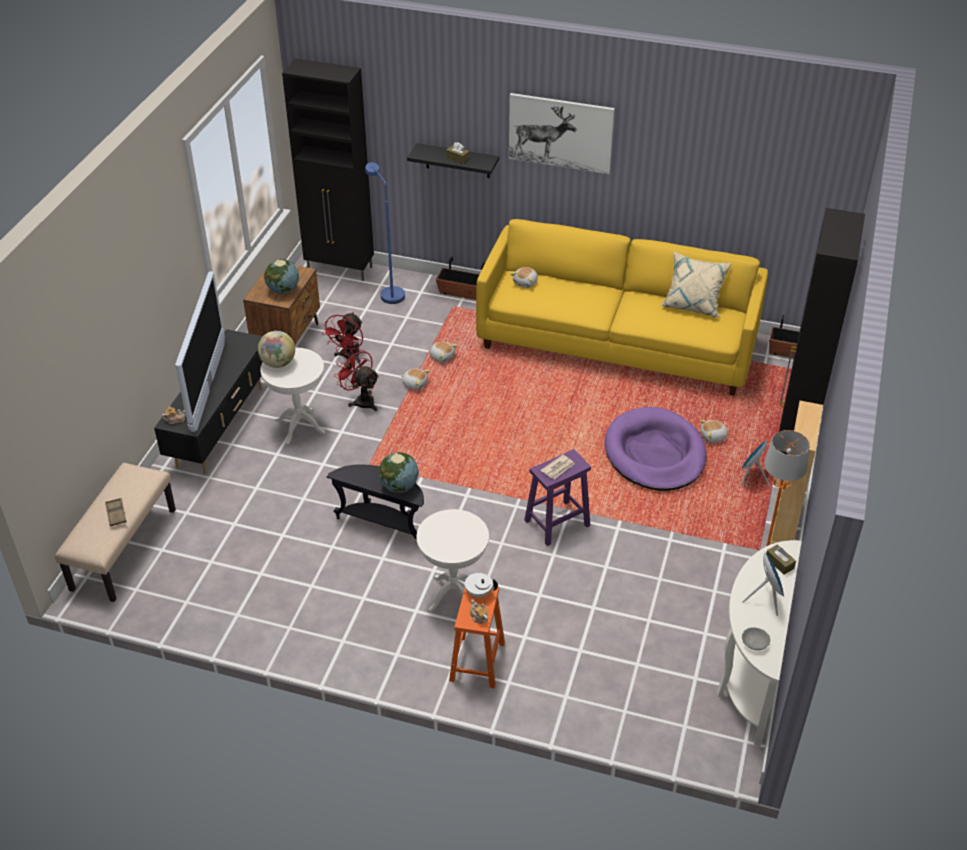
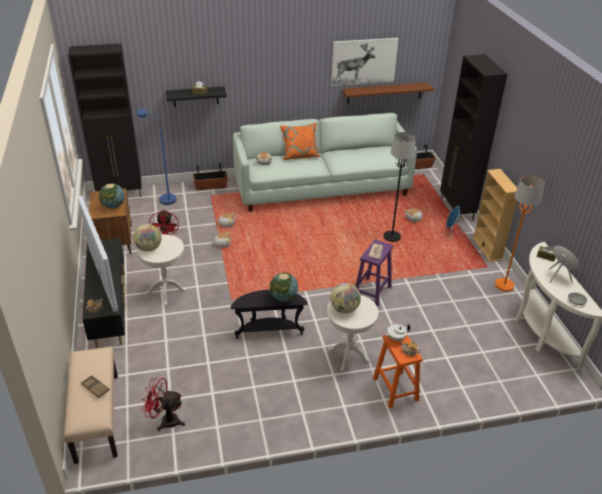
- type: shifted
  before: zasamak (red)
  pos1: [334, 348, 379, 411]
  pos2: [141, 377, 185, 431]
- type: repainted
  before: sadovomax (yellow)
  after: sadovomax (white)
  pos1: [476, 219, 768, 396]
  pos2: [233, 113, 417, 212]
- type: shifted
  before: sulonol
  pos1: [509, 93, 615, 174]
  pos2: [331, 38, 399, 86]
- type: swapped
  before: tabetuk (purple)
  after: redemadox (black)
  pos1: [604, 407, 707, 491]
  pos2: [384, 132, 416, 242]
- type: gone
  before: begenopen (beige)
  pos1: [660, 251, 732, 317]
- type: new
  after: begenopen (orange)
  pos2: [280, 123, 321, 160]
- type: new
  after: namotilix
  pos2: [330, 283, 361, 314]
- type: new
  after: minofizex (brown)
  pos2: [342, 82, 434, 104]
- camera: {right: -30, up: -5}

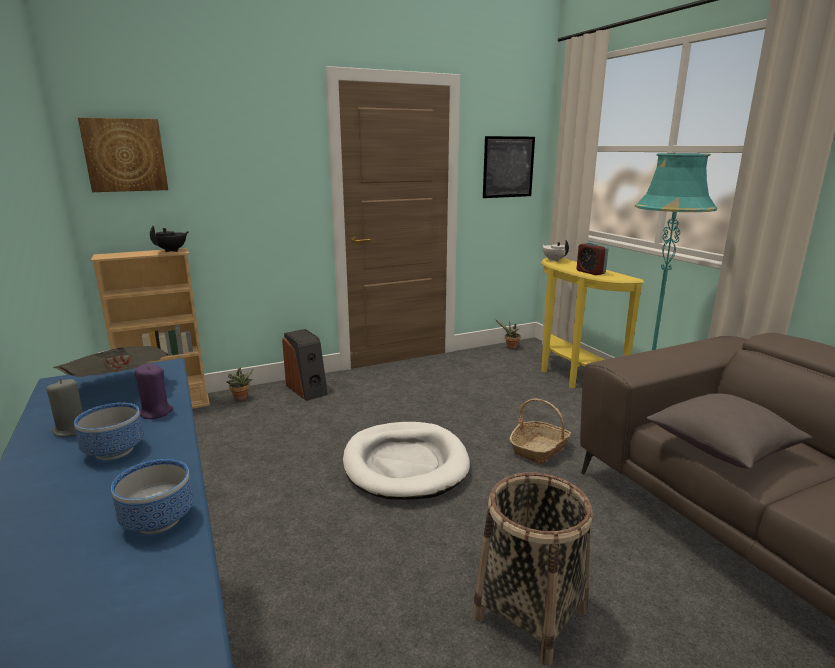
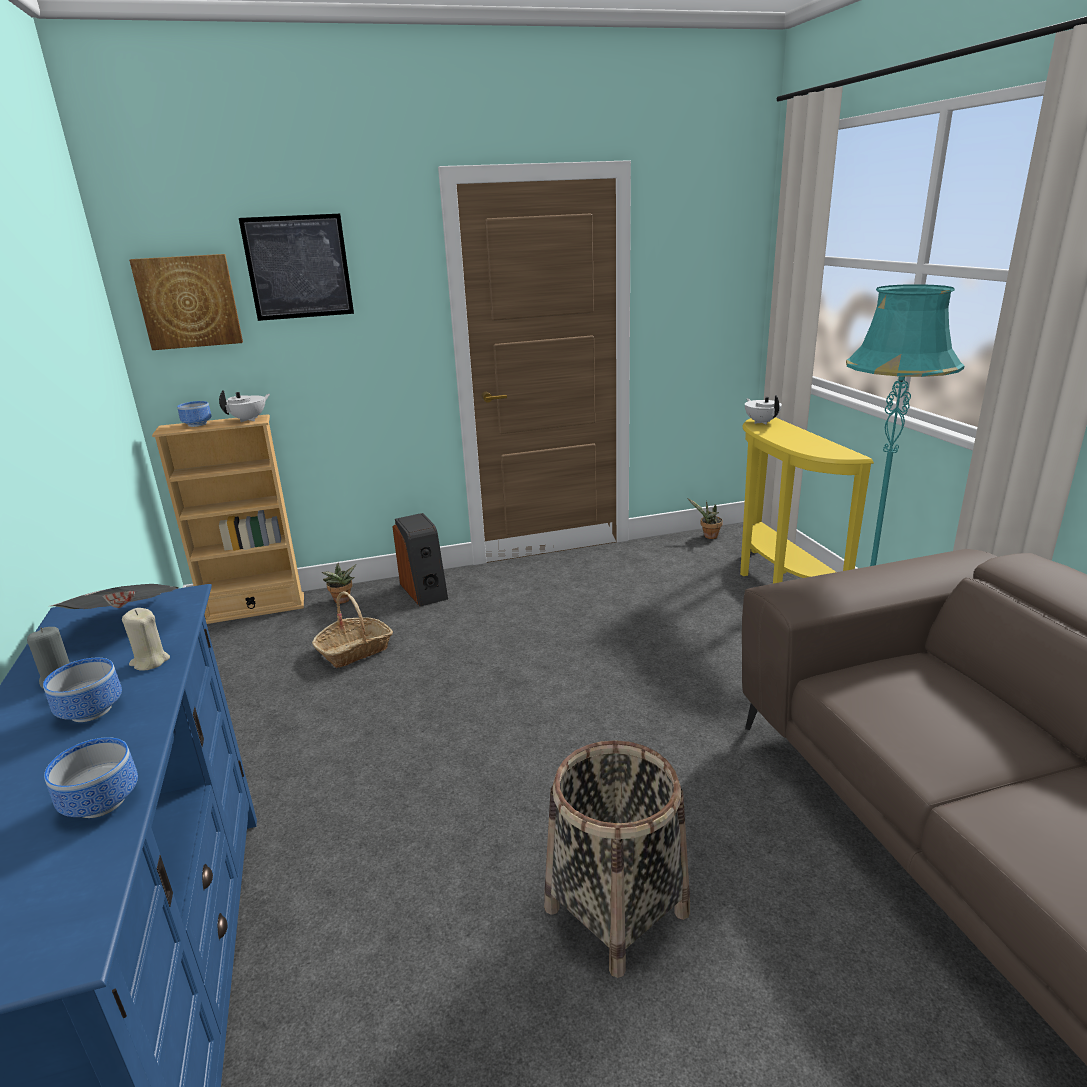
- type: repainted
  before: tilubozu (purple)
  after: tilubozu (beige)
  pos1: [134, 364, 173, 419]
  pos2: [122, 608, 170, 671]
- type: repainted
  before: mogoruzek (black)
  after: mogoruzek (white)
  pos1: [150, 225, 188, 252]
  pos2: [219, 390, 270, 422]
- type: gone
  before: tabetuk (white)
  pos1: [343, 422, 470, 500]
- type: shifted
  before: sulonol
  pos1: [483, 136, 535, 198]
  pos2: [239, 214, 354, 321]
- type: shifted
  before: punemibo
  pos1: [509, 398, 571, 464]
  pos2: [312, 591, 393, 668]
- type: gone
  before: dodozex
  pos1: [576, 242, 608, 275]
- type: gone
  before: begenopen (grey)
  pos1: [646, 393, 812, 469]
- type: new
  after: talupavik
  pos2: [177, 401, 212, 427]
- camera: {right: 10, up: 5}

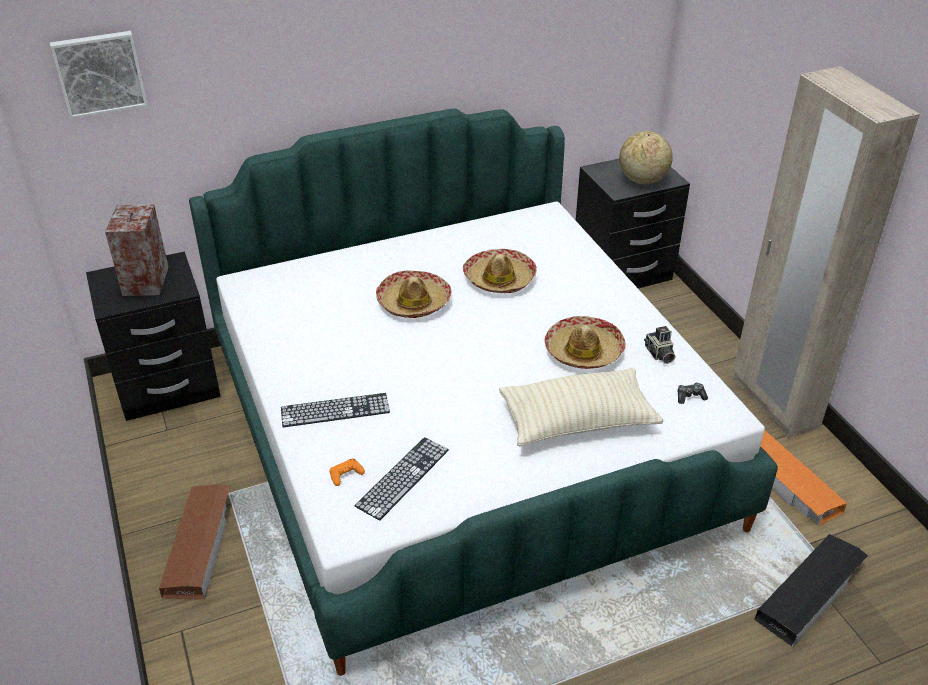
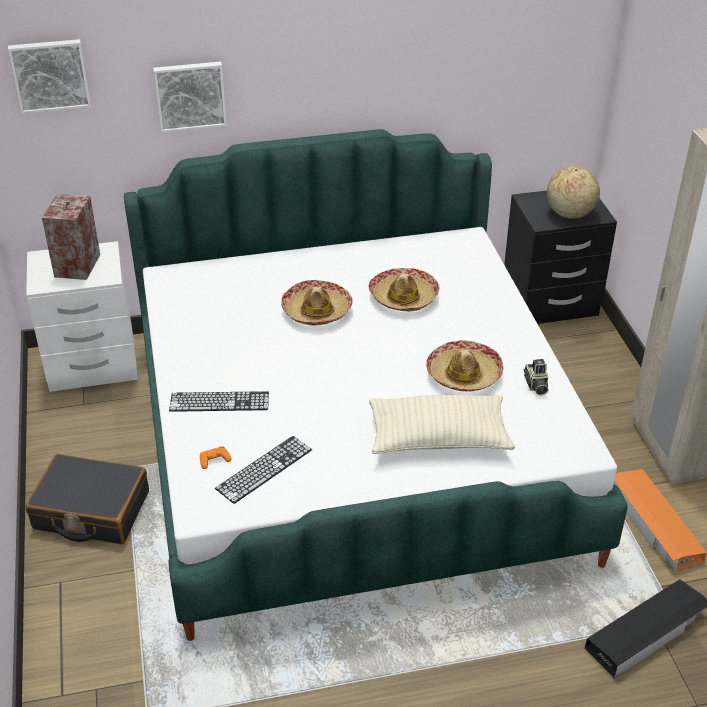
- type: repainted
  before: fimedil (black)
  after: fimedil (white)
  pos1: [86, 251, 221, 421]
  pos2: [26, 241, 138, 392]
- type: swapped
  before: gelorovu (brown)
  after: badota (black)
  pos1: [159, 484, 230, 600]
  pos2: [26, 454, 149, 544]
- type: gone
  before: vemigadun
  pos1: [678, 383, 708, 404]
- type: new
  after: sulonol
  pos2: [153, 62, 227, 133]
- camera: {right: 10, up: 0}

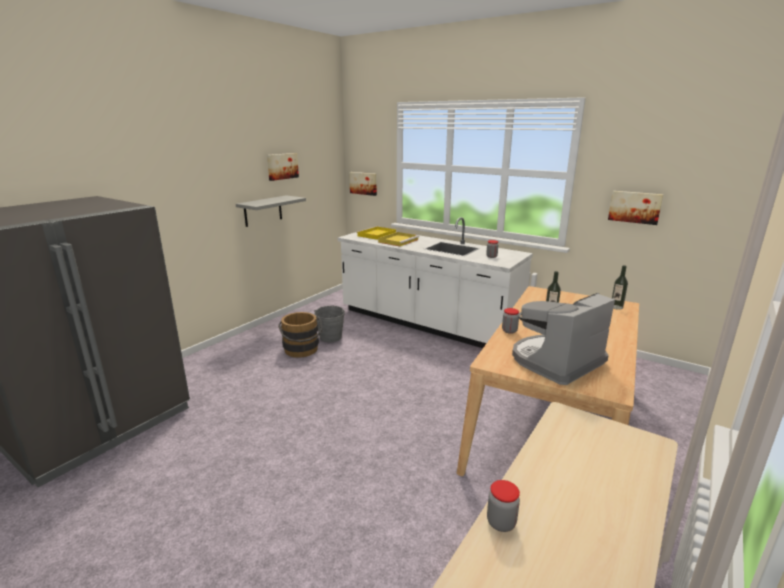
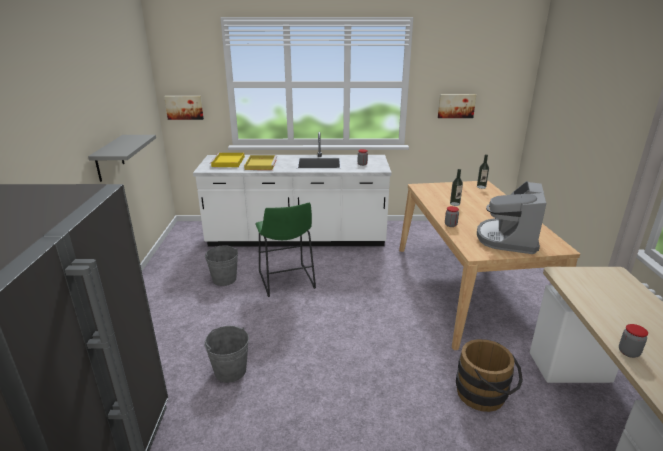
- type: gone
  before: sulonol
  pos1: [267, 153, 299, 181]
- type: shifted
  before: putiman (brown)
  pos1: [278, 312, 323, 358]
  pos2: [456, 339, 523, 412]
- type: new
  after: putiman (grey)
  pos2: [204, 326, 249, 383]
- type: new
  after: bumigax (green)
  pos2: [256, 202, 316, 297]
- camera: {right: -35, up: 5}

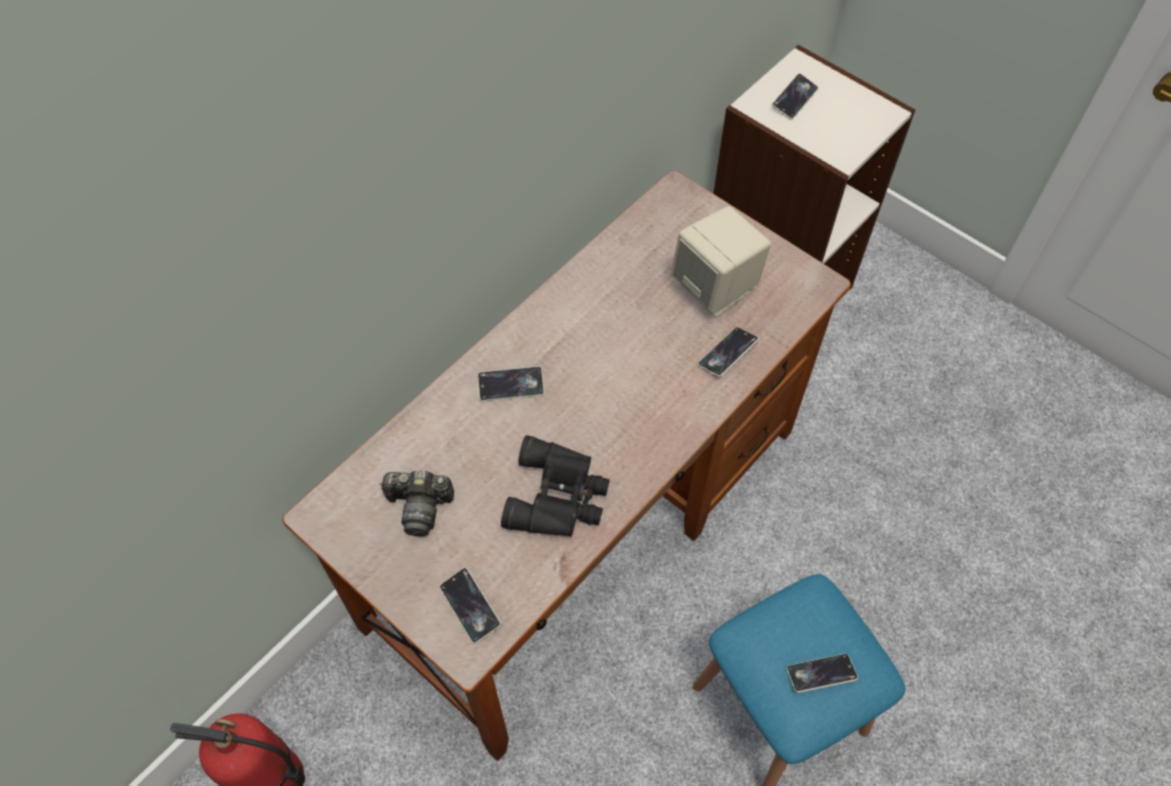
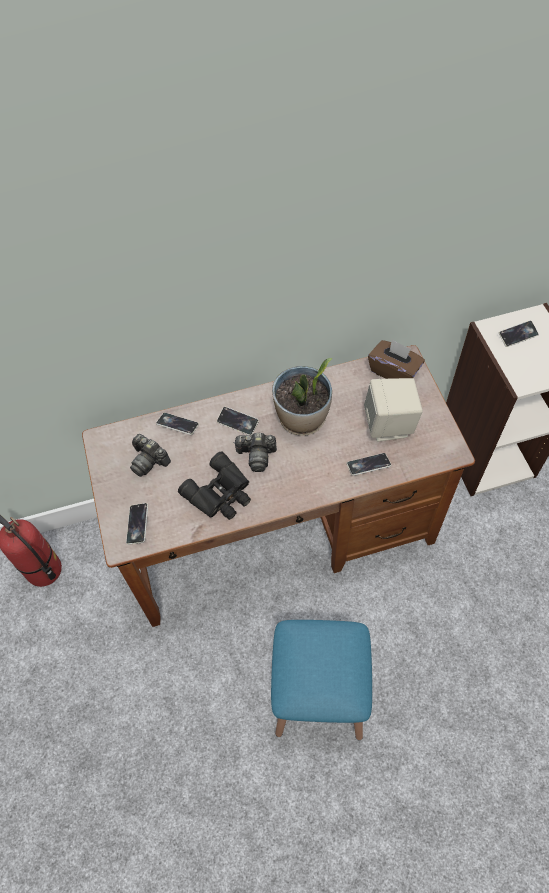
- type: shifted
  before: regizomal
  pos1: [786, 654, 858, 693]
  pos2: [156, 413, 199, 435]
- type: new
  after: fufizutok
  pos2: [234, 433, 277, 472]
- type: new
  after: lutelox
  pos2: [272, 358, 332, 436]
- type: new
  after: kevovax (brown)
  pos2: [368, 339, 425, 379]
- camera: {right: 35, up: 0}

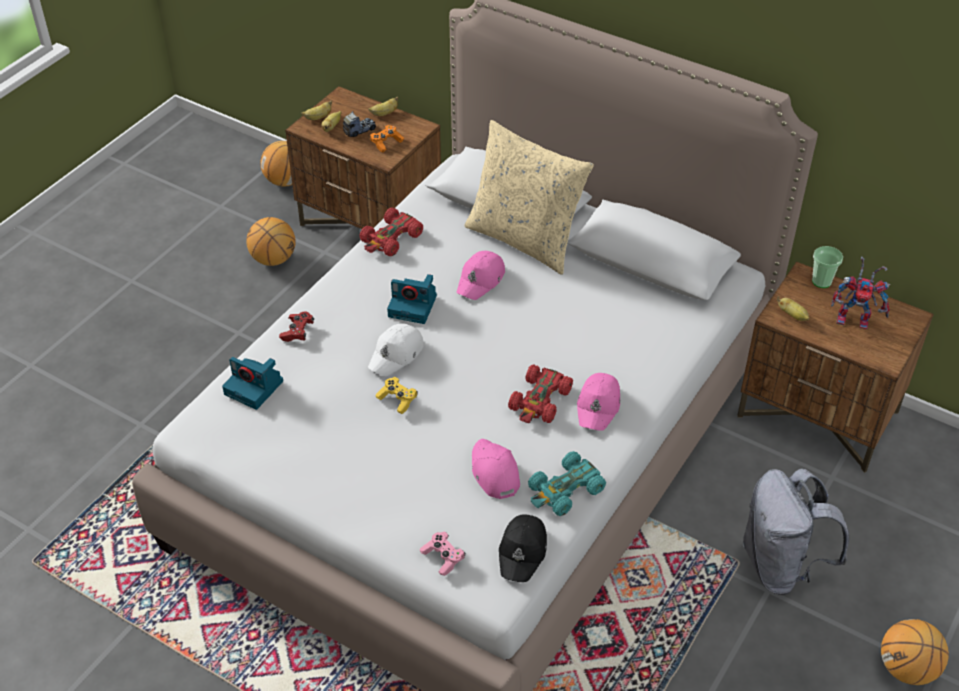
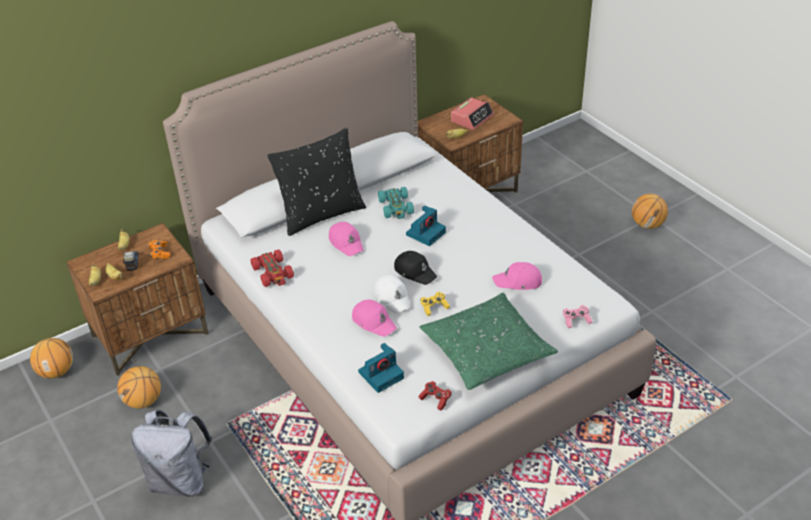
- type: shifted
  before: vemigadun (red)
  pos1: [279, 311, 314, 342]
  pos2: [418, 381, 452, 410]
- type: shifted
  before: fufizutok
  pos1: [387, 274, 437, 324]
  pos2: [406, 206, 446, 246]
- type: repainted
  before: begenopen (beige)
  after: begenopen (black)
  pos1: [464, 120, 594, 275]
  pos2: [267, 128, 366, 236]
- type: shifted
  before: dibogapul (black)
  pos1: [499, 515, 547, 582]
  pos2: [394, 251, 437, 285]
- type: gone
  before: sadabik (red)
  pos1: [508, 364, 573, 423]
- type: shifted
  before: sadabik (turquoise)
  pos1: [528, 451, 606, 516]
  pos2: [378, 187, 414, 219]
- type: shifted
  before: dibogapul (pink)
  pos1: [577, 373, 620, 431]
  pos2: [352, 300, 397, 337]
- type: shifted
  before: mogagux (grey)
  pos1: [742, 468, 849, 595]
  pos2: [132, 410, 213, 496]
- type: gone
  before: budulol
  pos1: [812, 246, 843, 288]
- type: swapped
  before: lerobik
  after: dodozex
  pos1: [831, 256, 891, 329]
  pos2: [451, 97, 494, 130]
- type: new
  after: begenopen (green)
  pos2: [420, 293, 558, 390]
- camera: {right: -65, up: -5}

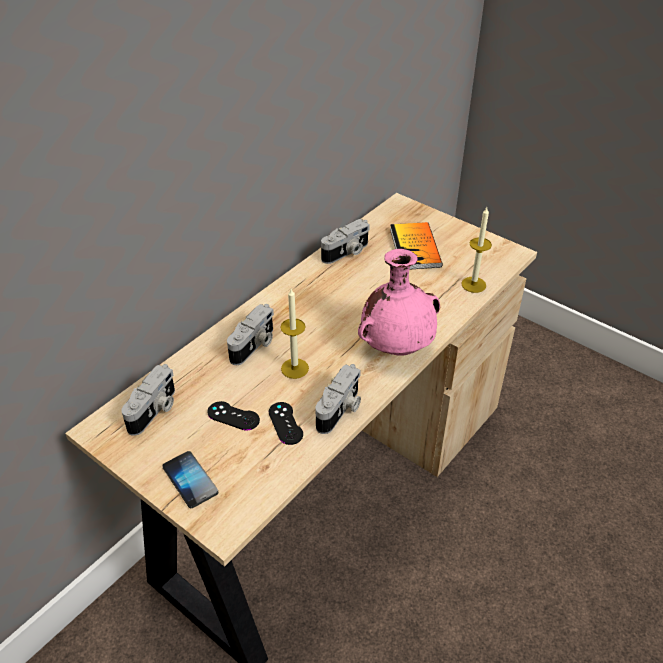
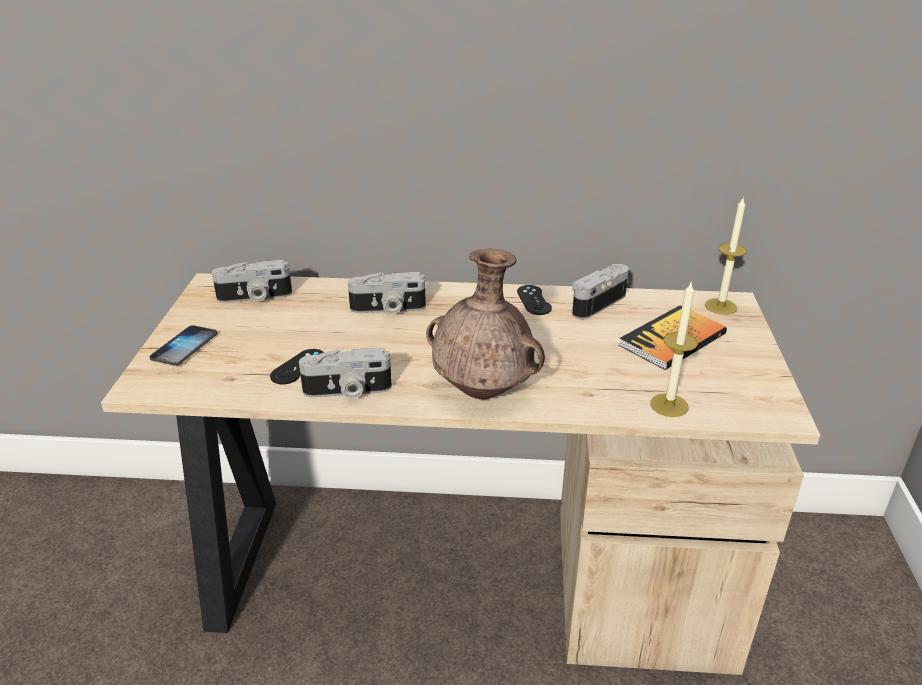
- type: shifted
  before: vemigadun (black)
  pos1: [207, 401, 260, 430]
  pos2: [517, 285, 552, 315]
- type: shifted
  before: tilubozu
  pos1: [280, 289, 309, 379]
  pos2: [705, 196, 747, 315]
- type: rotated
  before: fufizutok
  pos1: [321, 219, 370, 264]
  pos2: [572, 264, 629, 319]
  turn: 120
- type: repainted
  before: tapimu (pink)
  after: tapimu (brown)
  pos1: [358, 249, 440, 356]
  pos2: [426, 249, 545, 399]
- camera: {right: 55, up: -10}

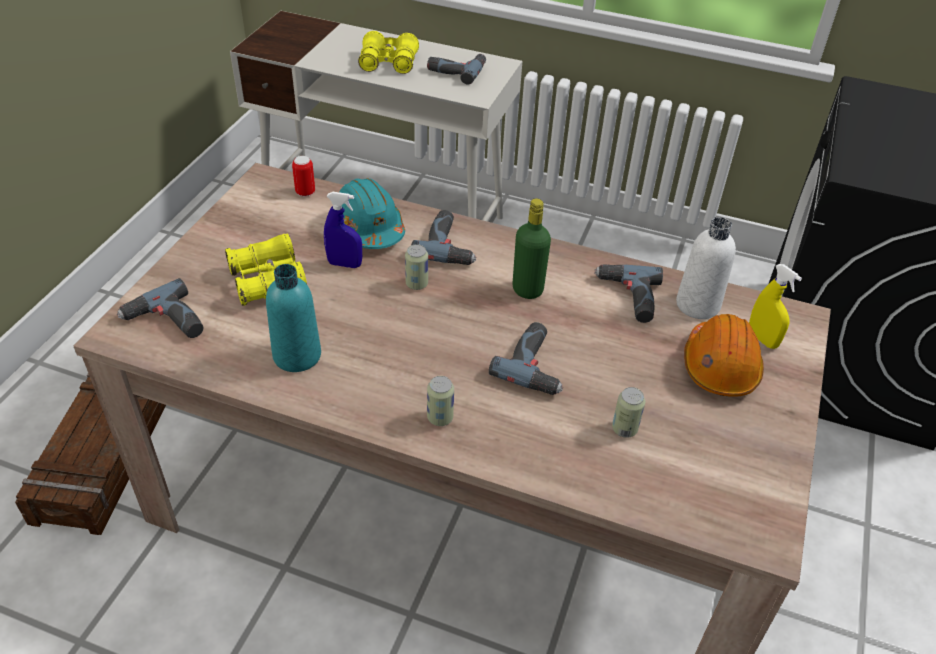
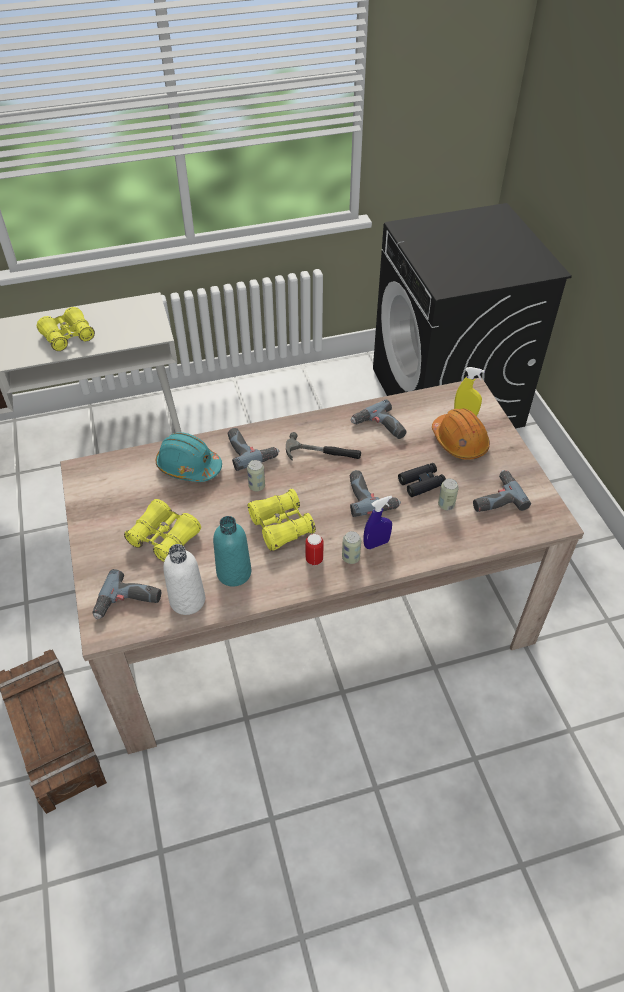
- type: shifted
  before: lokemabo
  pos1: [292, 156, 315, 197]
  pos2: [305, 534, 324, 565]
- type: shifted
  before: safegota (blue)
  pos1: [324, 192, 362, 268]
  pos2: [364, 496, 392, 549]
- type: shifted
  before: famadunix
  pos1: [427, 54, 486, 85]
  pos2: [473, 470, 531, 512]
- type: swapped
  before: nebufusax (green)
  after: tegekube
  pos1: [512, 198, 551, 299]
  pos2: [286, 432, 361, 461]
- type: shifted
  before: nebufusax (white)
  pos1: [676, 217, 736, 319]
  pos2: [163, 544, 205, 615]
- type: new
  after: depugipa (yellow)
  pos2: [248, 489, 316, 551]
- type: new
  after: depugipa (black)
  pos2: [398, 463, 446, 497]
- camera: {right: -35, up: 5}

